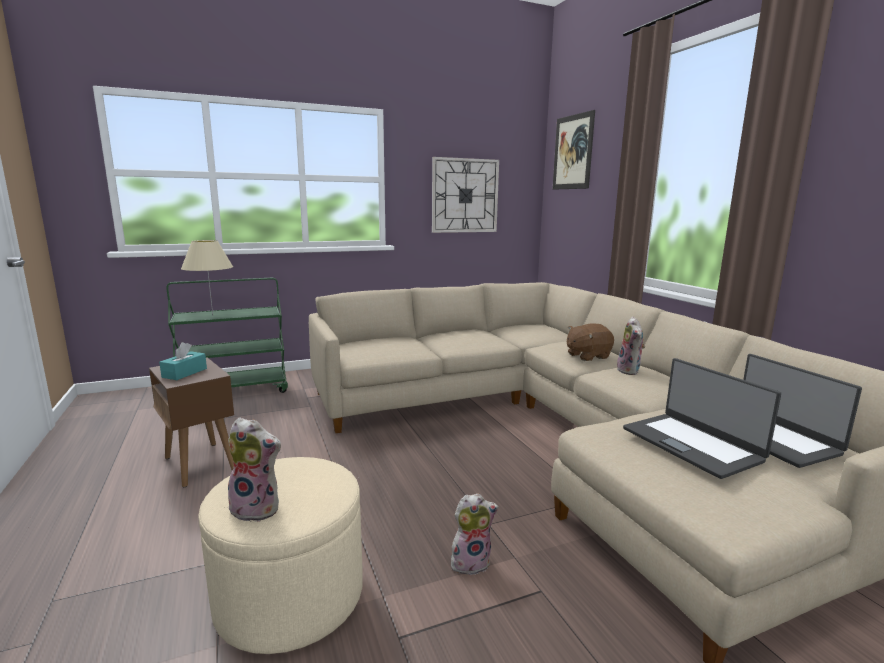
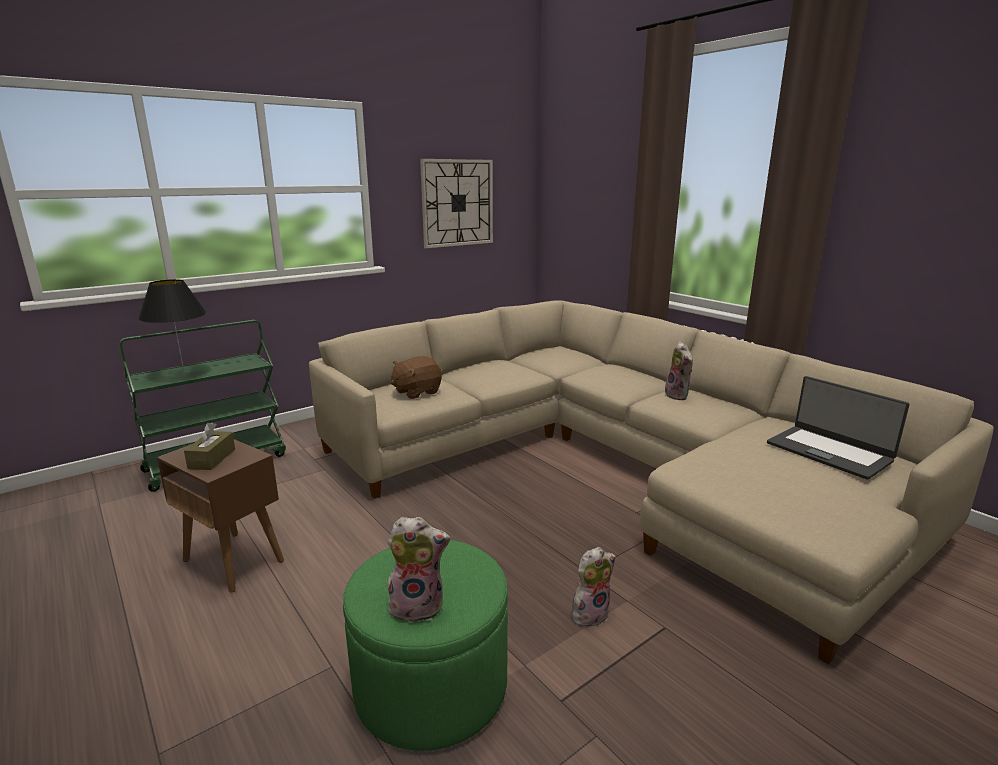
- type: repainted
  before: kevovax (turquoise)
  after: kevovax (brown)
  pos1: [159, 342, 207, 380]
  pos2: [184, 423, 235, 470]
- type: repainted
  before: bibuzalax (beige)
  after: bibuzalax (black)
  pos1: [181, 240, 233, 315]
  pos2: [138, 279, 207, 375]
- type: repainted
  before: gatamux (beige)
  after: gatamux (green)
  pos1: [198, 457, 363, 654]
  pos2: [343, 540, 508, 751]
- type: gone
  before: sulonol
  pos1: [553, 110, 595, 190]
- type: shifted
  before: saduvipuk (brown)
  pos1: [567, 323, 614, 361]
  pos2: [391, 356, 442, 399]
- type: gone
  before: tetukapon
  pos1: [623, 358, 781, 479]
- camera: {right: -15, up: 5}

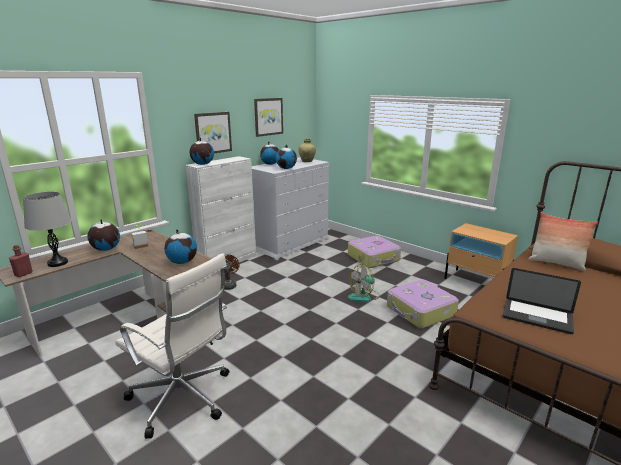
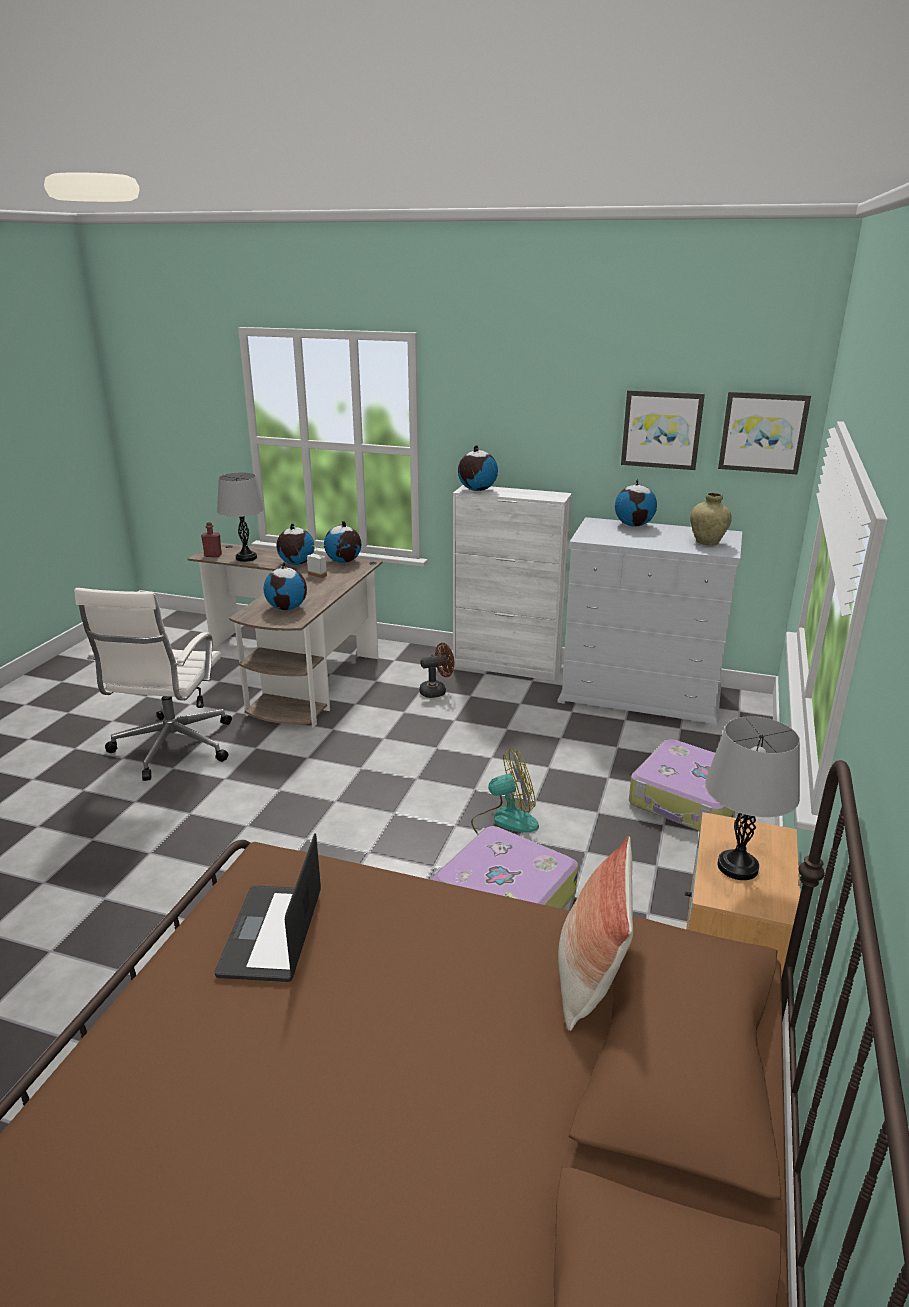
- type: shifted
  before: sulonol
  pos1: [194, 112, 232, 153]
  pos2: [718, 392, 811, 474]
- type: shifted
  before: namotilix
  pos1: [276, 144, 297, 169]
  pos2: [324, 521, 361, 563]
- type: rotated
  before: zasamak
  pos1: [348, 264, 380, 303]
  pos2: [471, 749, 539, 833]
  turn: 135
- type: new
  after: bibuzalax (grey)
  pos2: [705, 716, 800, 880]
- camera: {right: 65, up: 5}

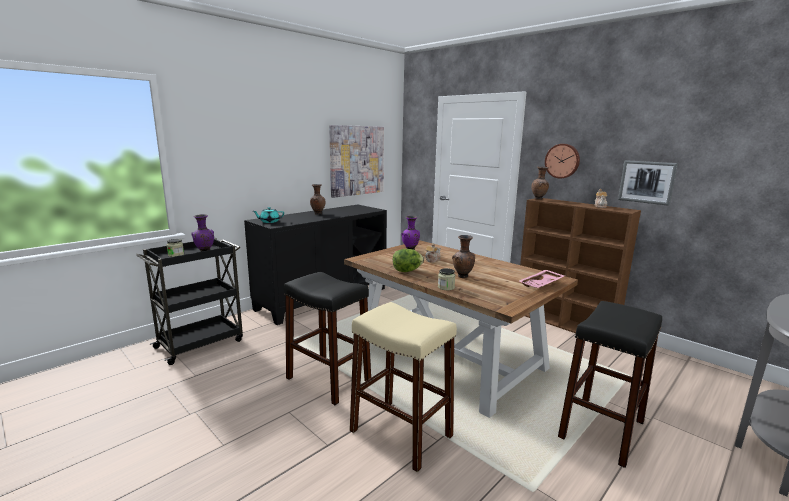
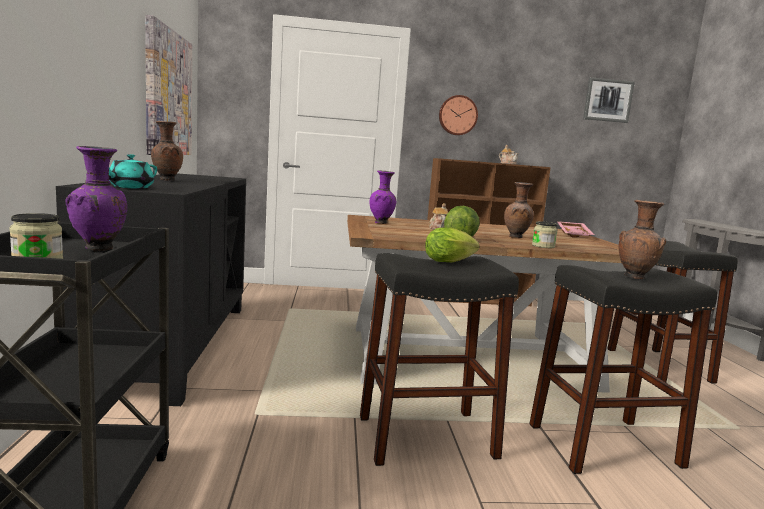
- type: repainted
  before: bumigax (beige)
  after: bumigax (black)
  pos1: [350, 302, 457, 472]
  pos2: [529, 265, 717, 474]
- type: shifted
  before: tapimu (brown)
  pos1: [531, 166, 549, 200]
  pos2: [619, 200, 666, 279]
- type: shifted
  before: sulonol
  pos1: [618, 160, 678, 206]
  pos2: [583, 77, 635, 123]
- type: new
  after: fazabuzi
  pos2: [425, 227, 480, 262]
- camera: {right: -50, up: -5}

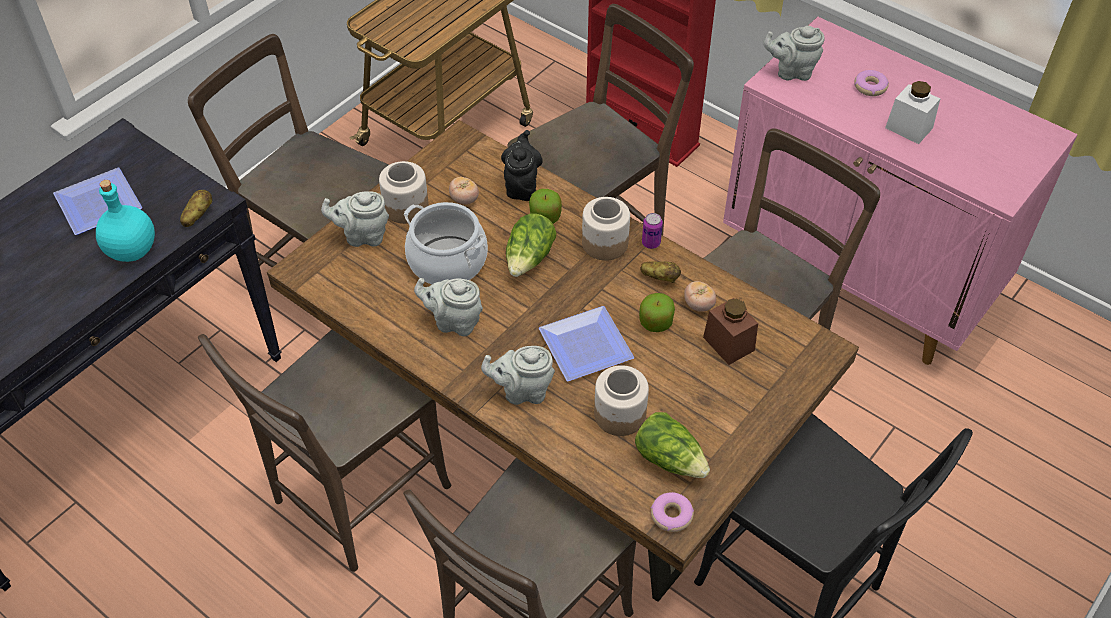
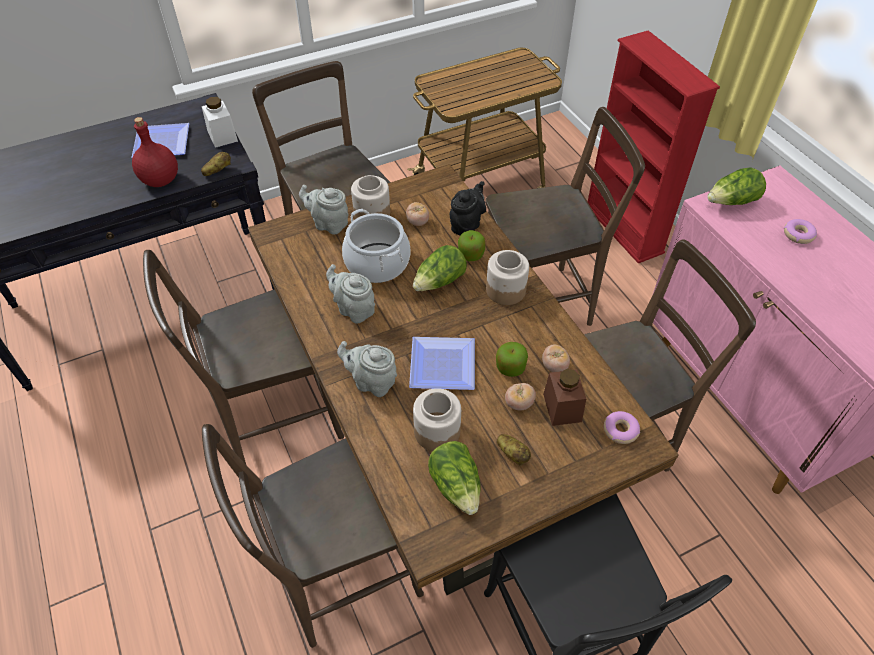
- type: repainted
  before: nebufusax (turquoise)
  after: nebufusax (red)
  pos1: [96, 180, 155, 262]
  pos2: [132, 117, 178, 187]
- type: shifted
  before: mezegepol
  pos1: [640, 261, 681, 283]
  pos2: [497, 434, 531, 466]
- type: gone
  before: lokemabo
  pos1: [642, 213, 663, 249]
- type: shifted
  before: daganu
  pos1: [651, 492, 694, 532]
  pos2: [604, 411, 640, 444]
- type: swapped
  before: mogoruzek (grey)
  after: fazabuzi
  pos1: [763, 26, 825, 81]
  pos2: [707, 167, 766, 205]
- type: shifted
  before: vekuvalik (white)
  pos1: [885, 81, 940, 144]
  pos2: [202, 97, 238, 148]
- type: new
  after: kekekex
  pos2: [505, 383, 536, 410]
- camera: {right: 25, up: 0}

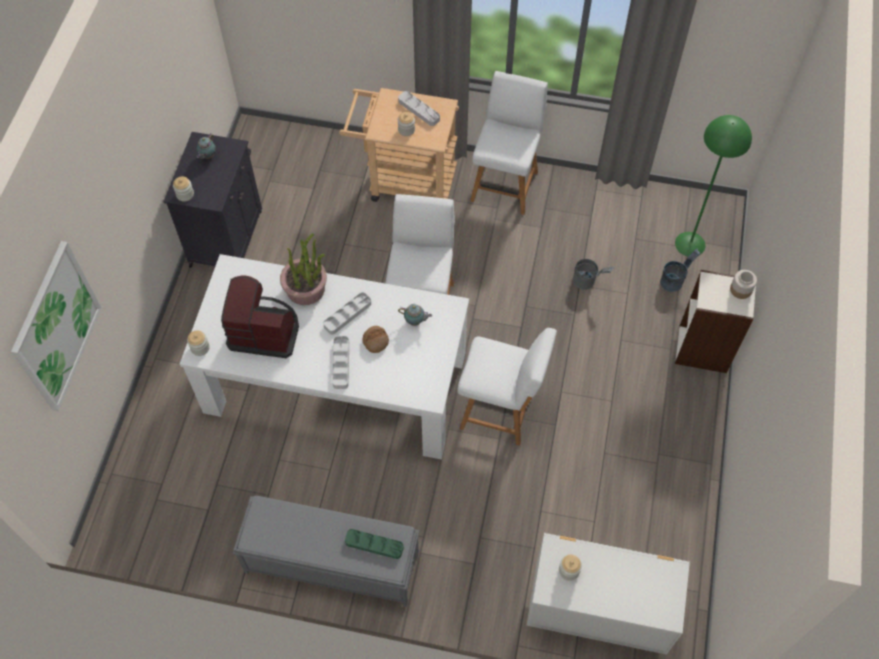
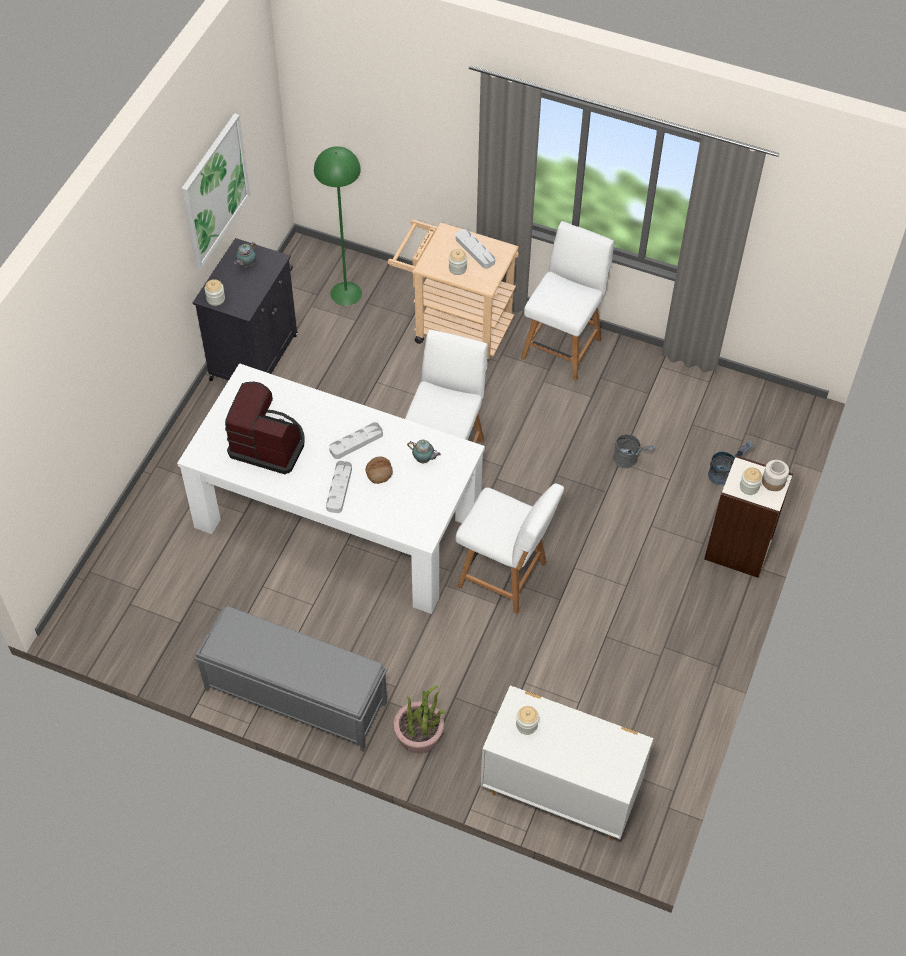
- type: shifted
  before: sulonol
  pos1: [11, 241, 102, 411]
  pos2: [181, 113, 250, 269]
- type: shifted
  before: vekuvalik
  pos1: [187, 330, 210, 356]
  pos2: [740, 467, 762, 495]
- type: shifted
  before: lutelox
  pos1: [280, 233, 327, 305]
  pos2: [393, 685, 446, 754]
- type: gone
  before: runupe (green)
  pos1: [345, 529, 404, 559]
- type: shifted
  before: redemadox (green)
  pos1: [675, 115, 752, 256]
  pos2: [314, 146, 362, 306]
- camera: {right: 10, up: -5}

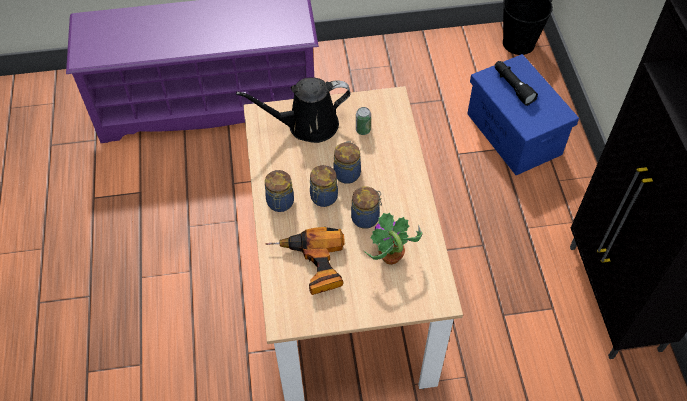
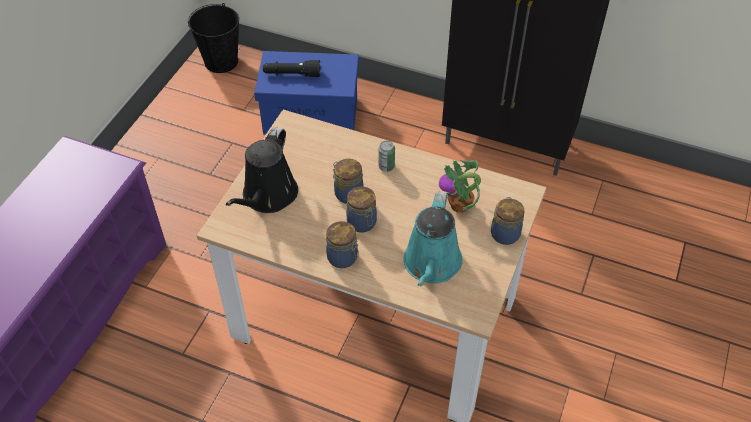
- type: swapped
  before: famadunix
  after: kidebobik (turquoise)
  pos1: [266, 227, 345, 295]
  pos2: [403, 191, 463, 286]
- type: shifted
  before: vekuvalik
  pos1: [351, 187, 382, 229]
  pos2: [491, 197, 525, 245]
- type: shifted
  before: lokemabo
  pos1: [356, 107, 371, 135]
  pos2: [378, 141, 395, 172]
- camera: {right: -60, up: -5}

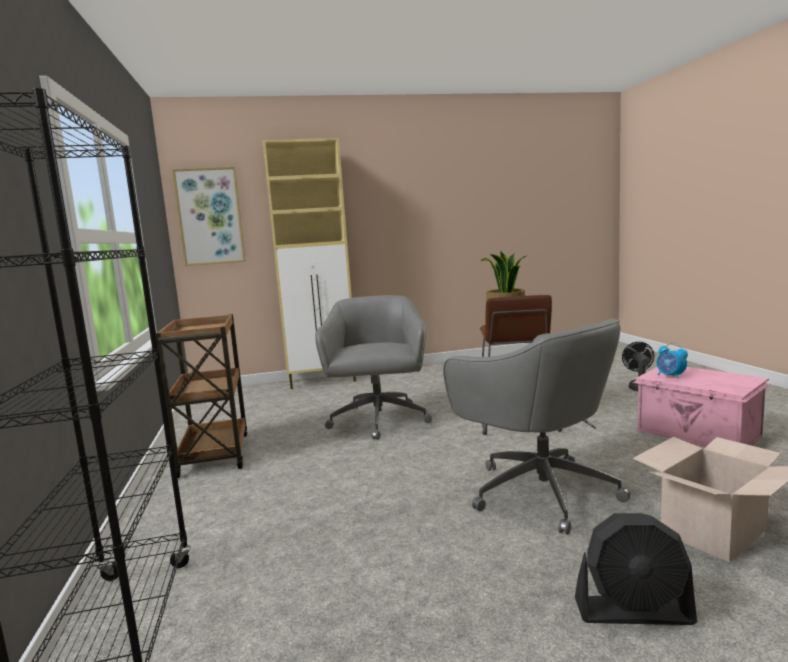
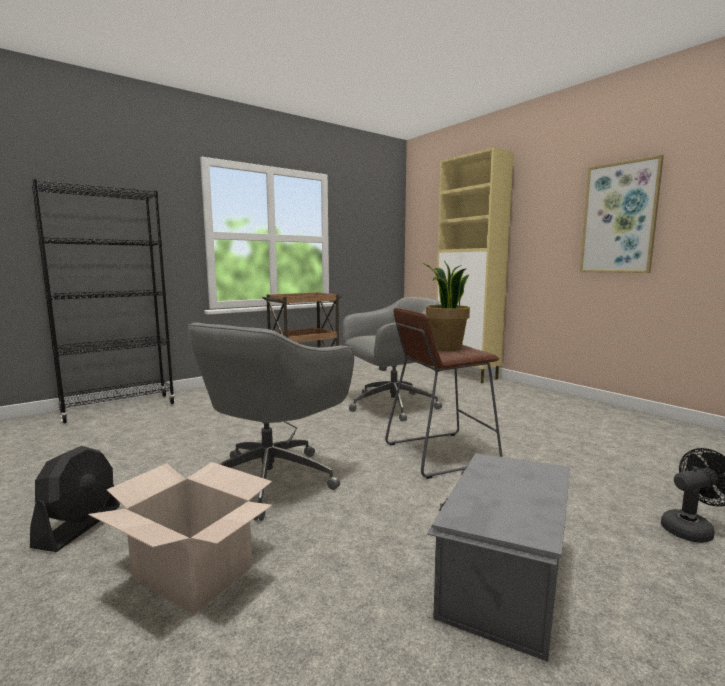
- type: shifted
  before: sulonol
  pos1: [172, 167, 246, 266]
  pos2: [580, 155, 664, 273]
- type: rotated
  before: zasamak (black)
  pos1: [575, 513, 697, 625]
  pos2: [30, 446, 120, 552]
  turn: -150
- type: repainted
  before: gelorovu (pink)
  after: gelorovu (grey)
  pos1: [633, 367, 770, 447]
  pos2: [427, 453, 570, 662]
- type: gone
  before: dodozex
  pos1: [657, 343, 688, 379]
- camera: {right: 65, up: 0}

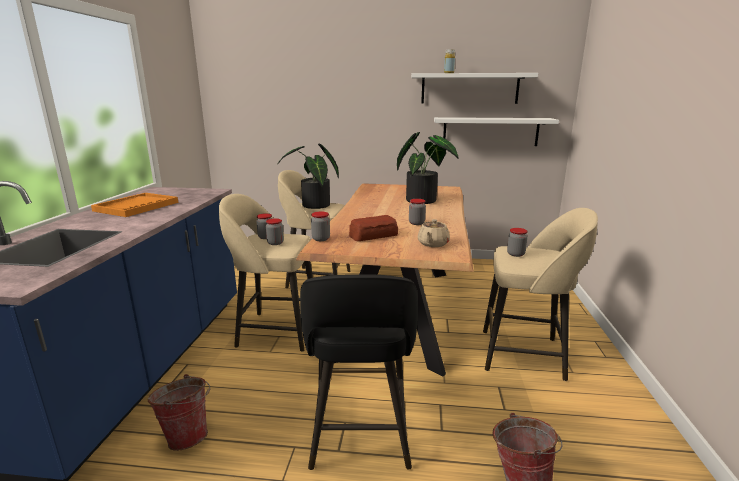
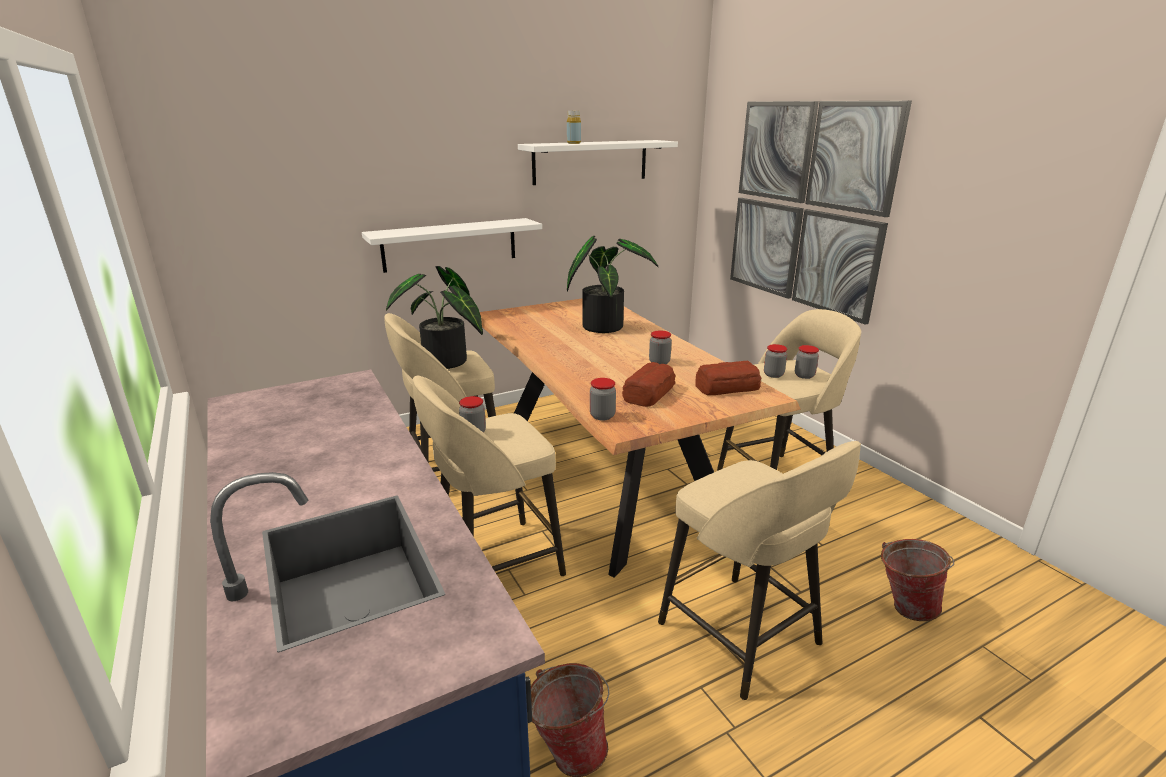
- type: gone
  before: runupe (orange)
  pos1: [91, 193, 178, 217]
- type: shifted
  before: vekuvalik
  pos1: [266, 218, 284, 245]
  pos2: [795, 345, 819, 379]
- type: repainted
  before: bumigax (black)
  after: bumigax (beige)
  pos1: [300, 275, 418, 470]
  pos2: [658, 441, 861, 700]
- type: swapped
  before: mogoruzek (beige)
  after: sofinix
  pos1: [418, 219, 450, 247]
  pos2: [696, 361, 761, 395]
- type: shifted
  before: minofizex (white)
  pos1: [434, 117, 559, 146]
  pos2: [362, 218, 542, 273]
- type: new
  after: sulonol
  pos2: [730, 101, 912, 325]
- camera: {right: -35, up: 5}

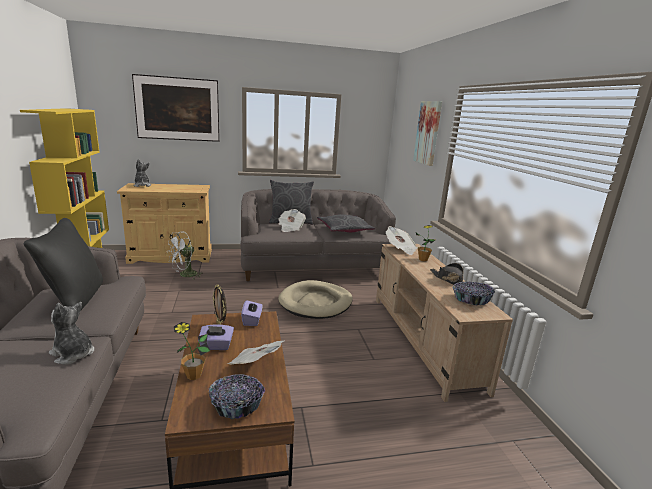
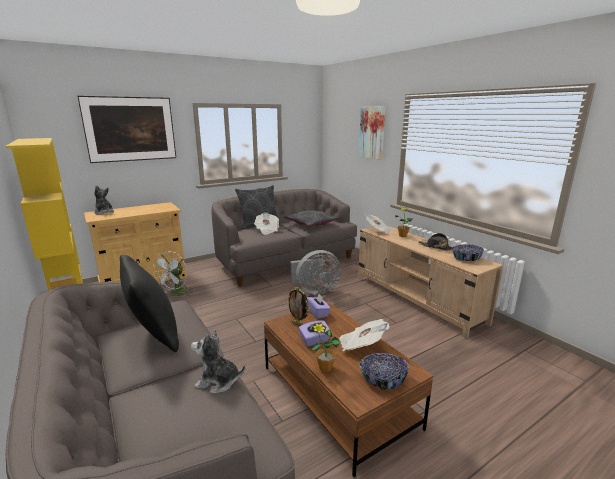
- type: swapped
  before: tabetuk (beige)
  after: zasamak (grey)
  pos1: [278, 280, 353, 319]
  pos2: [291, 250, 341, 295]
- camera: {right: -20, up: 0}

